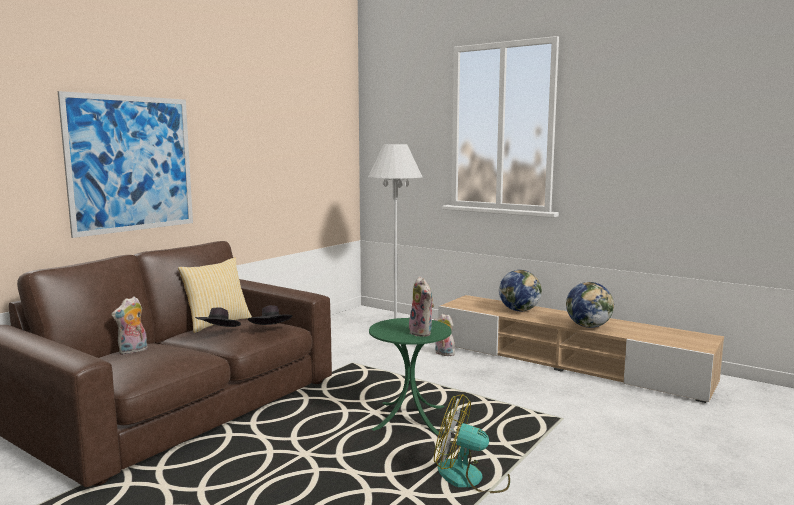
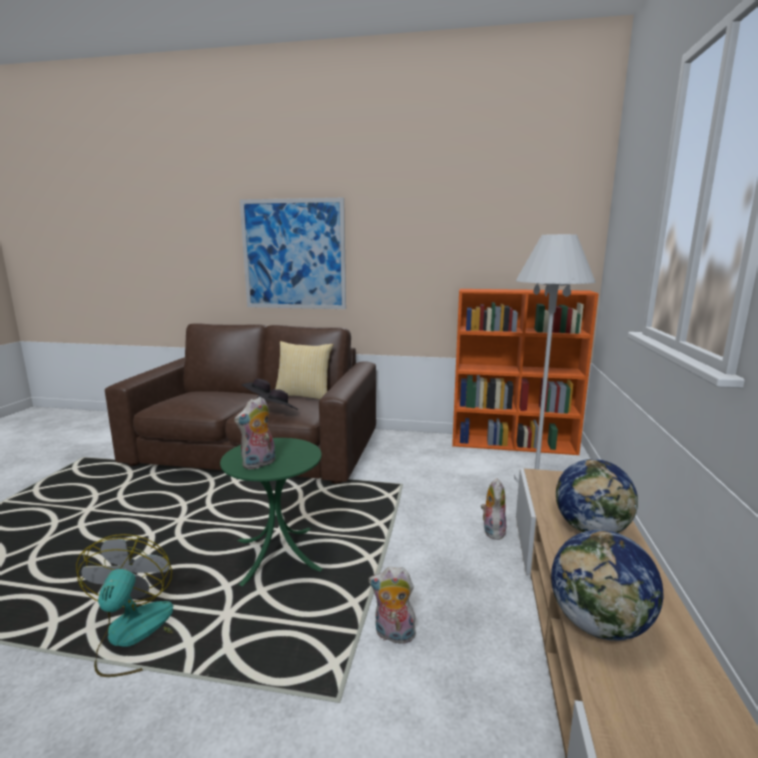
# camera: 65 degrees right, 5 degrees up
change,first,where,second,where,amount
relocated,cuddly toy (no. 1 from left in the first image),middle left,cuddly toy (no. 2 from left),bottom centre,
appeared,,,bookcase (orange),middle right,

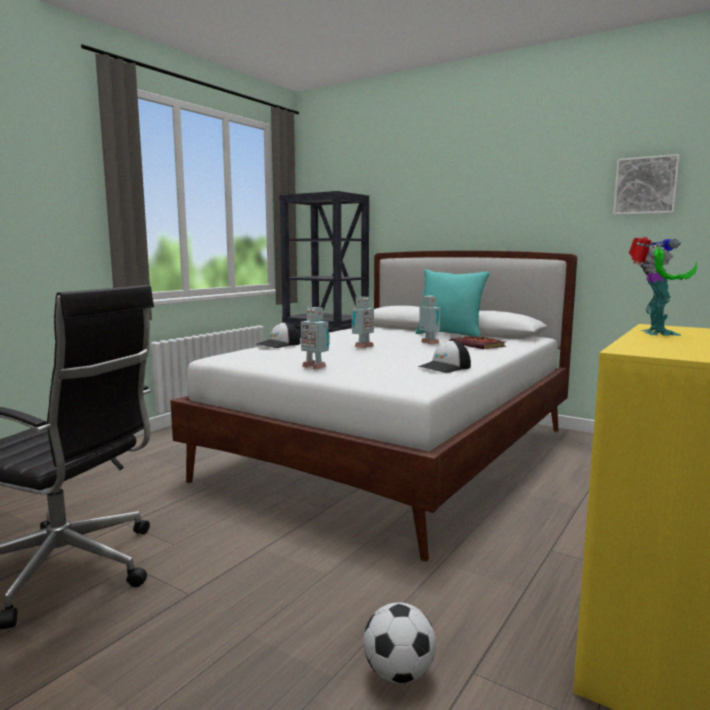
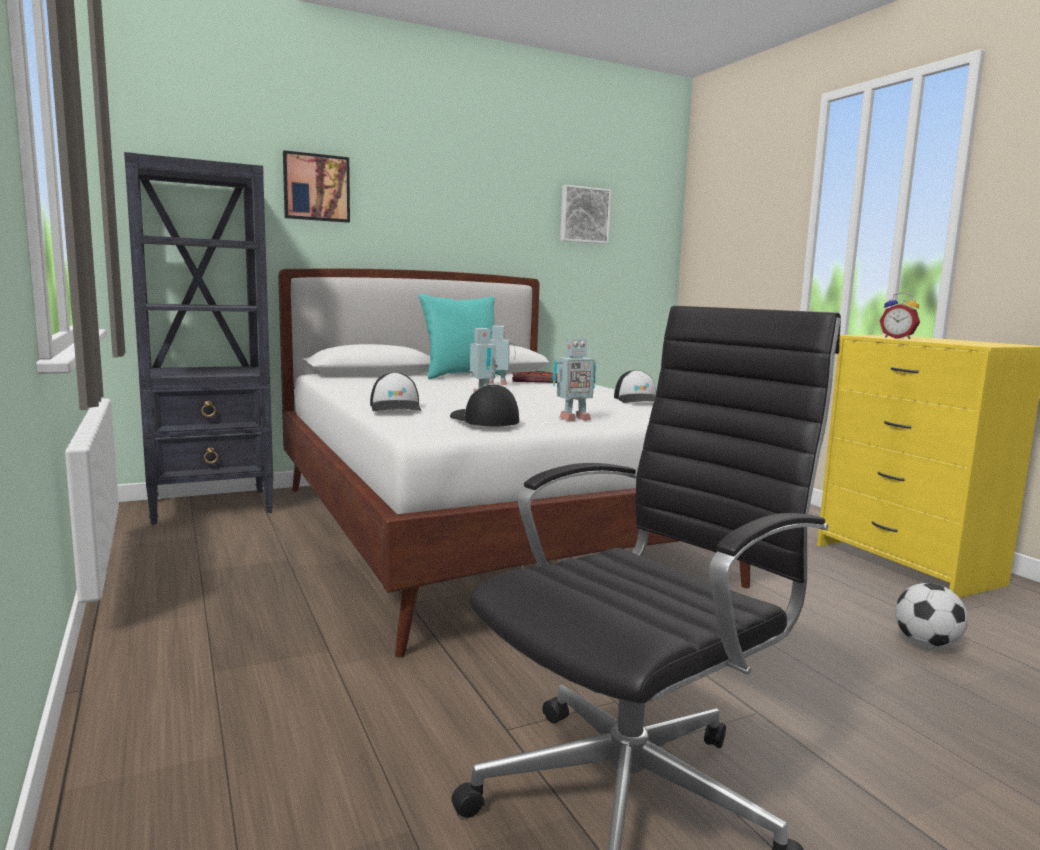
# camera: 60 degrees left, 0 degrees up
change,first,where,second,where,amount
exchanged,model robot (no. 4 from left),middle right,alarm clock,middle right,
appeared,,,wall picture (no. 1 from left),top left,
appeared,,,cap (no. 2 from left),centre,

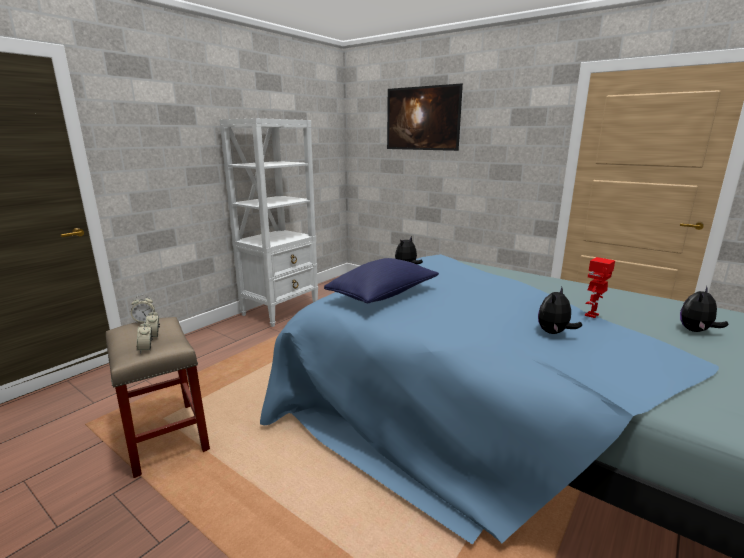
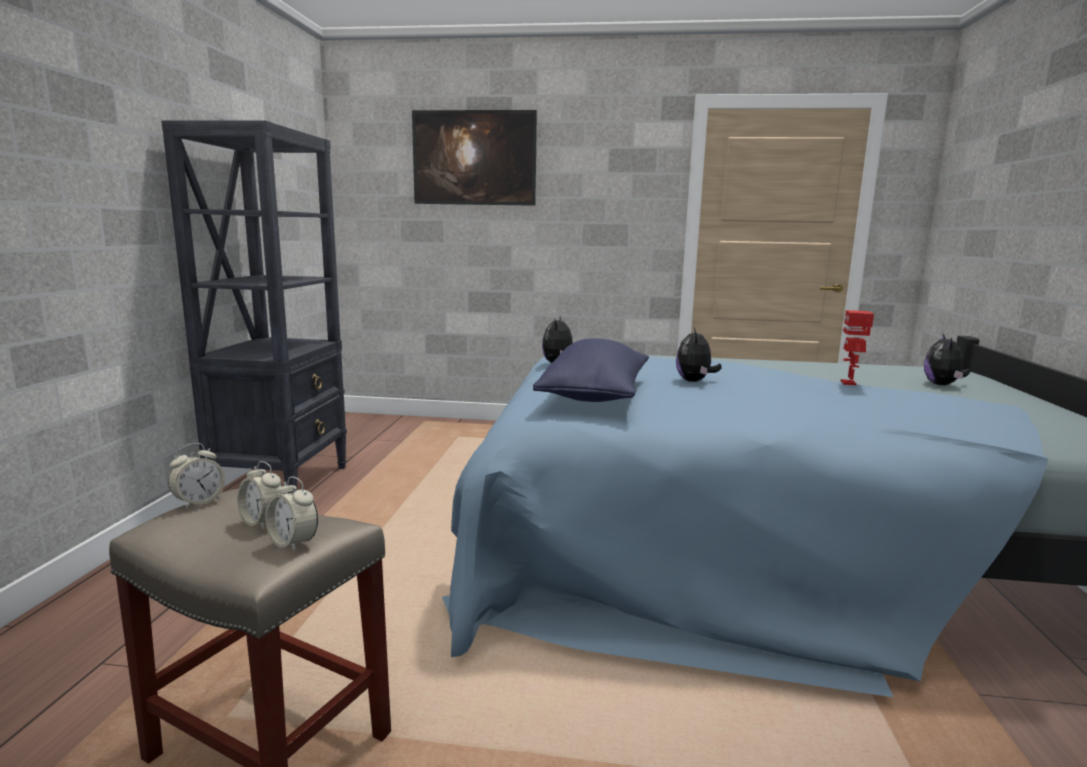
# camera: 30 degrees left, 5 degrees down
change,first,where,second,where,amount
colour,bookcase (white-coloured),centre,bookcase (black-coloured),middle left,
relocated,cuddly toy (no. 2 from left),middle right,,centre,

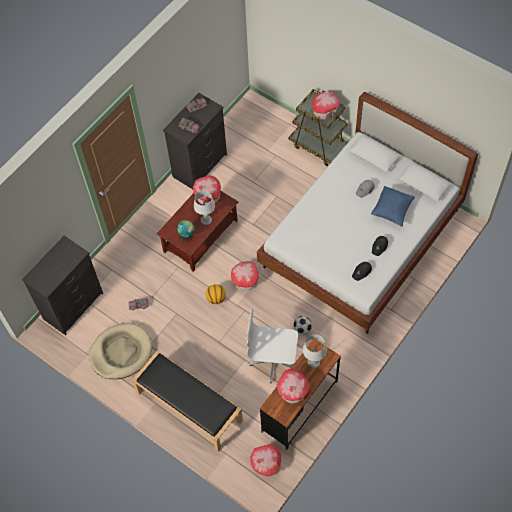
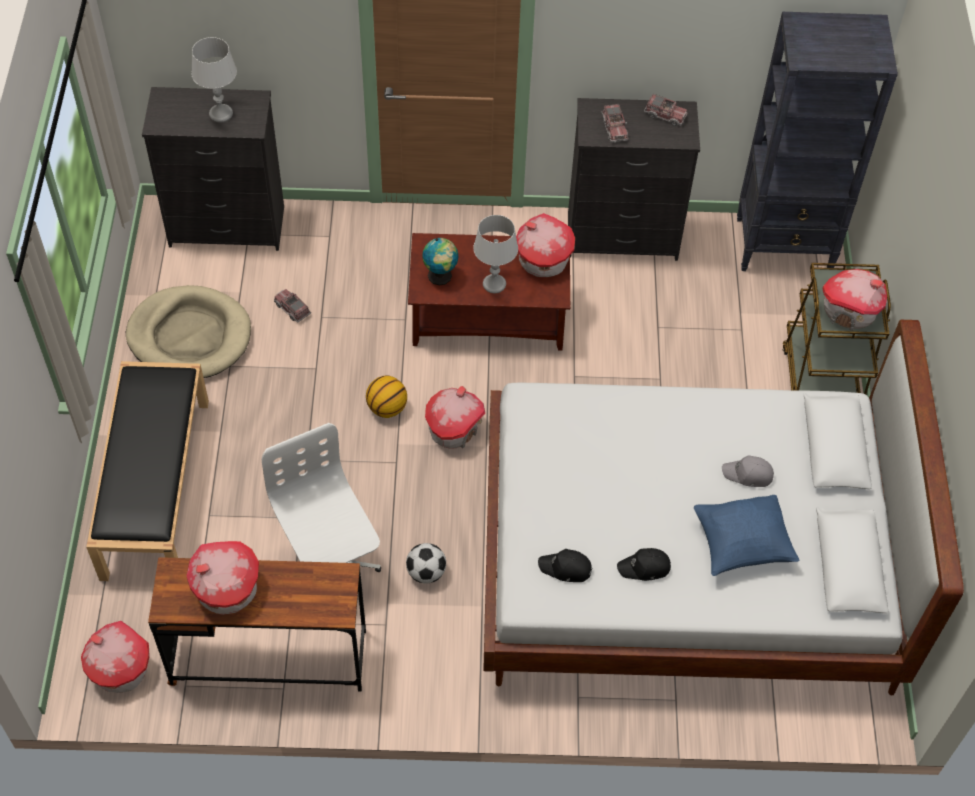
# camera: 50 degrees right, 5 degrees down
change,first,where,second,where,amount
relocated,table lamp (greyish) (no. 2 from left in the first image),bottom centre,table lamp (greyish) (no. 1 from left),top left,
appeared,,,bookcase (black-coloured),top right,

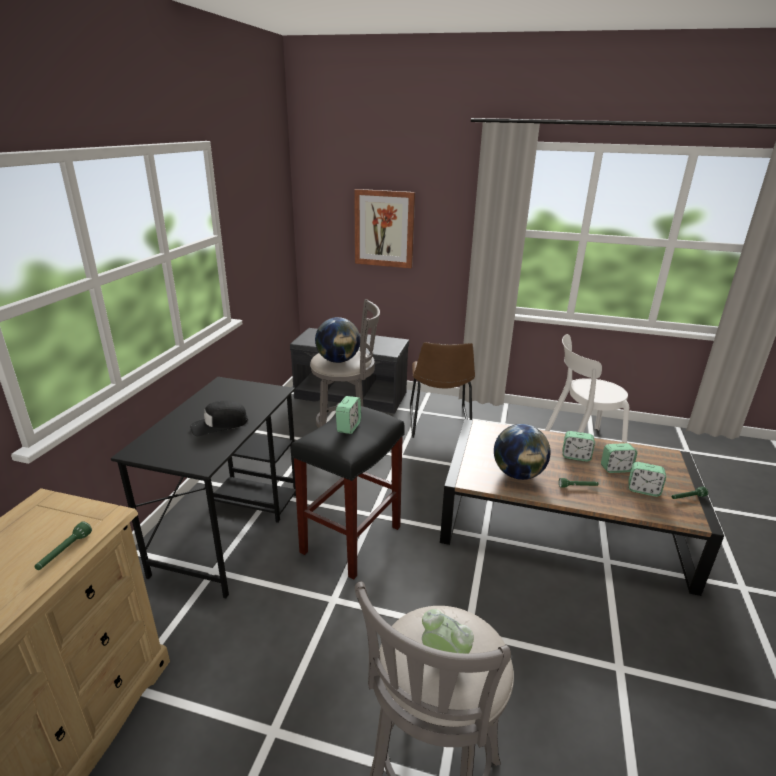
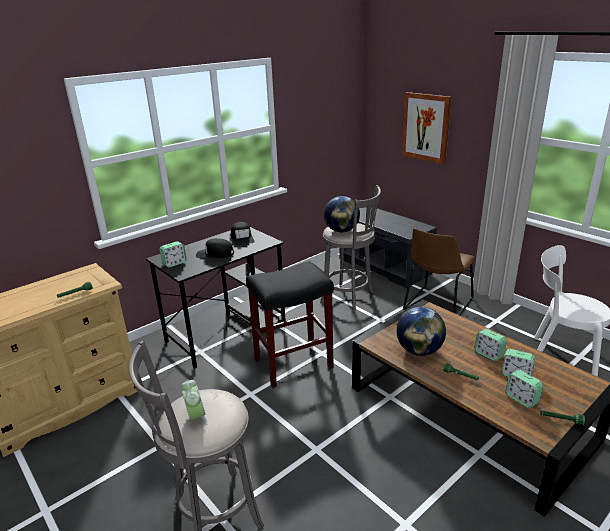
# camera: 35 degrees right, 0 degrees up
change,first,where,second,where,amount
relocated,alarm clock (no. 1 from left),centre,,middle left,
appeared,,,cap (black-coloured) (no. 2 from left),centre,

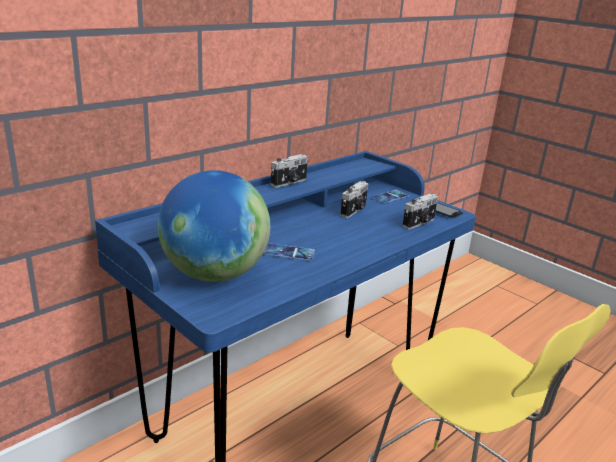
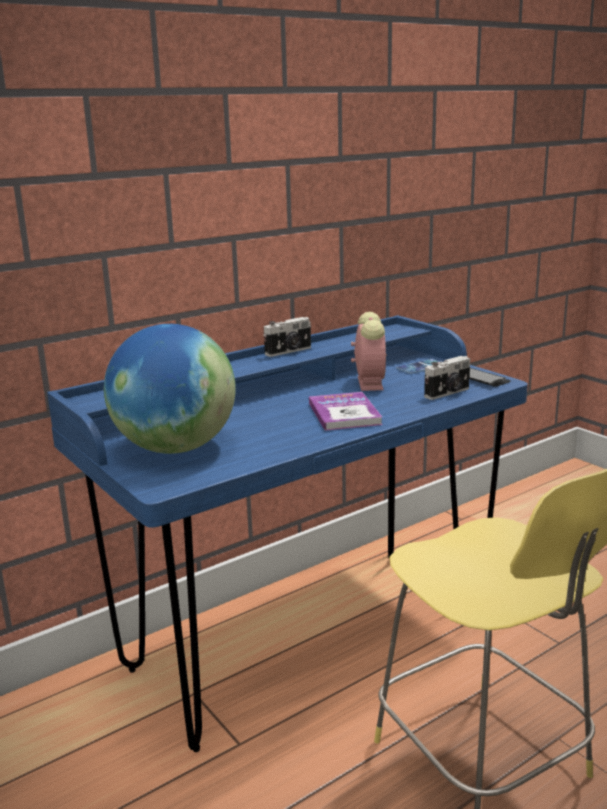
# camera: 10 degrees right, 5 degrees down
change,first,where,second,where,amount
missing,telephone (no. 1 from left),centre,,,
exchanged,still camera (no. 2 from left),centre,alarm clock,centre,
appeared,,,volume,centre,

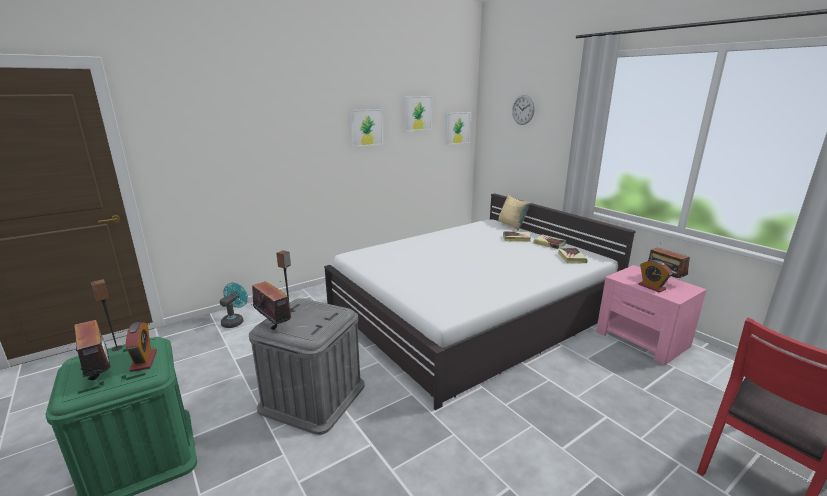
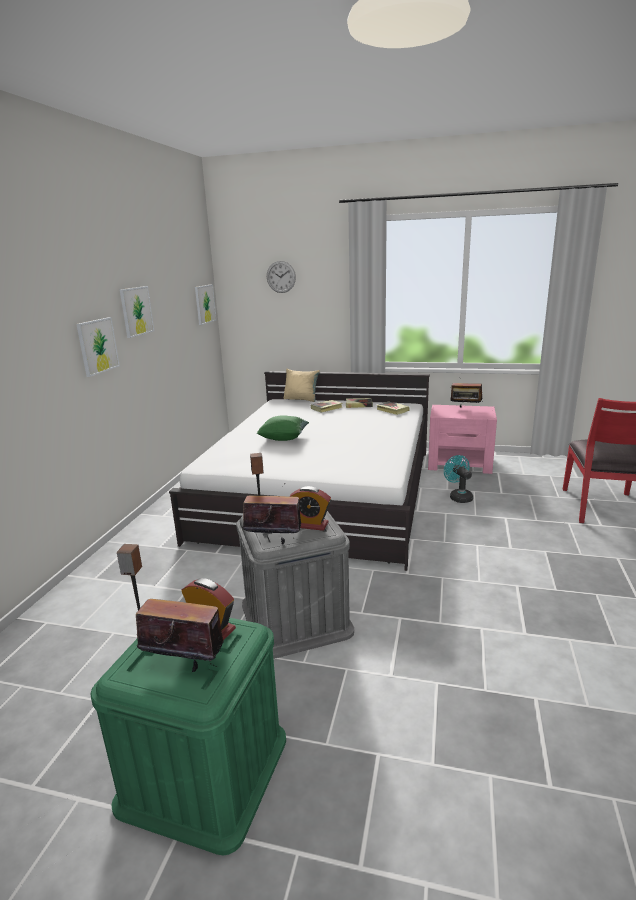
# camera: 40 degrees left, 0 degrees up
change,first,where,second,where,amount
relocated,electric fan (blue-green),middle left,,middle right,
relocated,wall picture (no. 2 from left in the first image),top centre,wall picture (no. 1 from left),middle left,
relocated,alarm clock (no. 2 from left),middle right,,centre,
appeared,,,cushion (greenish),centre,

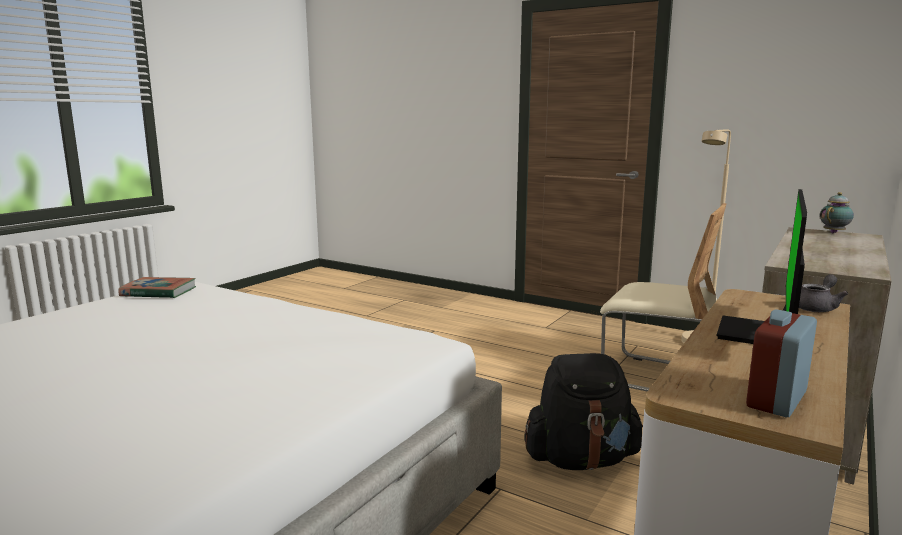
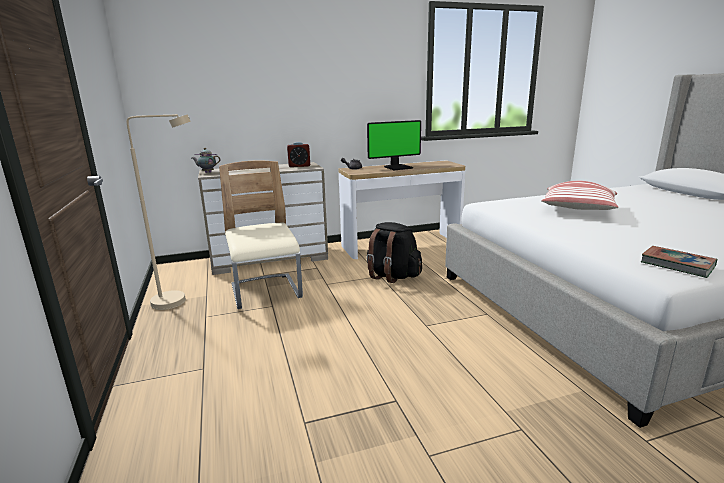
# camera: 140 degrees left, 5 degrees up
change,first,where,second,where,amount
relocated,alarm clock,bottom right,,top centre,
appeared,,,cushion,middle right,

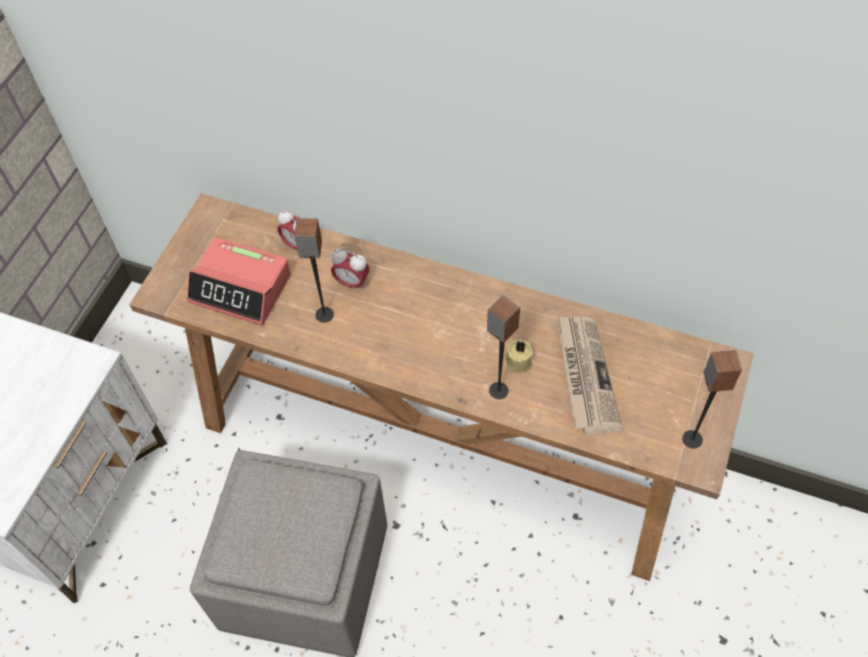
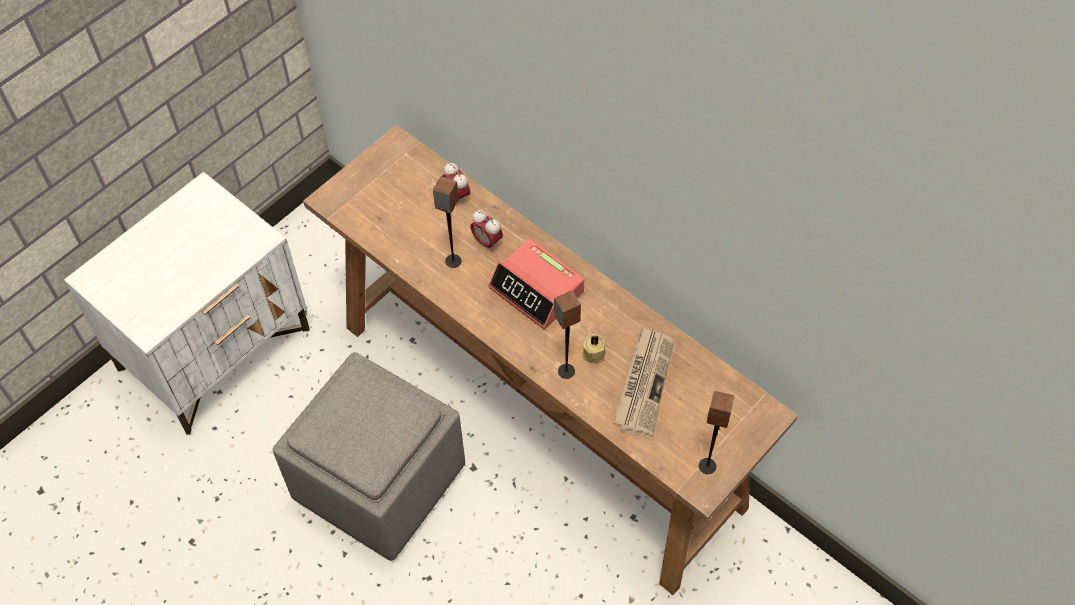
# camera: 20 degrees right, 0 degrees up
change,first,where,second,where,amount
relocated,alarm clock (no. 1 from left in the first image),middle left,alarm clock (no. 3 from left),centre,

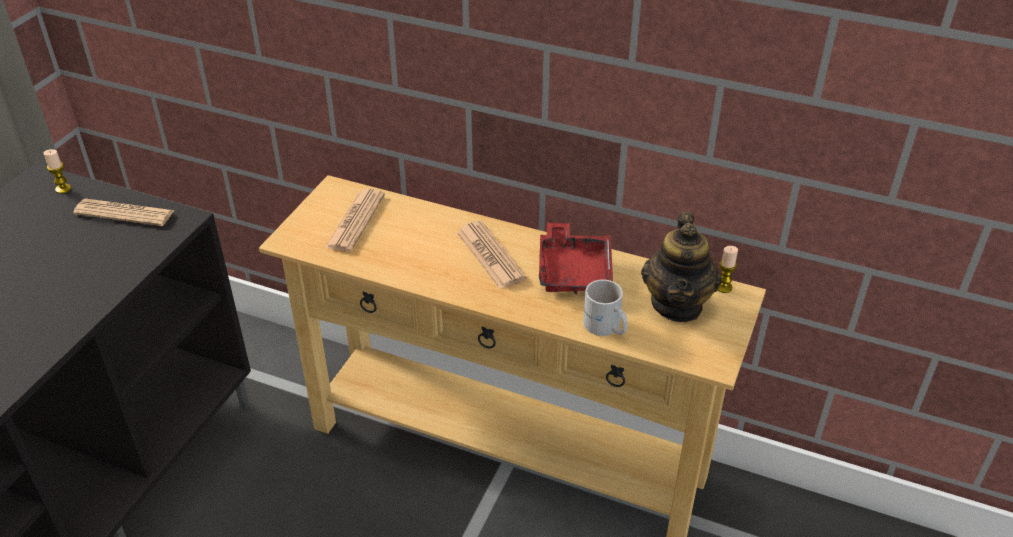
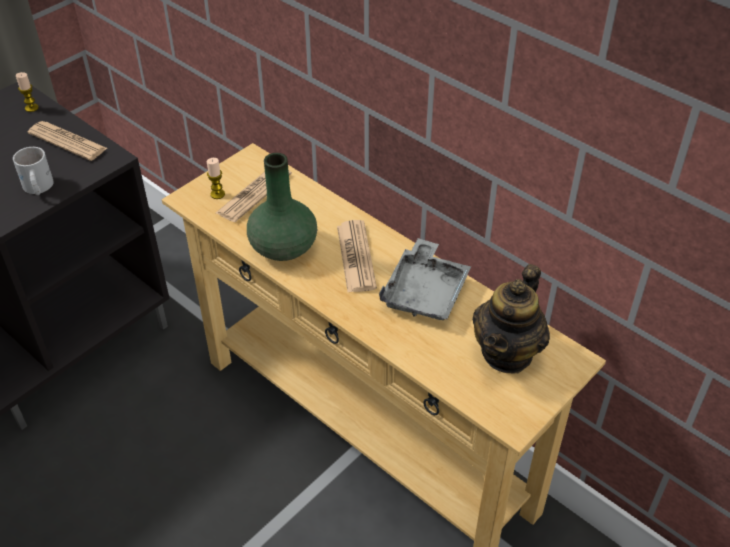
# camera: 20 degrees right, 5 degrees up
change,first,where,second,where,amount
colour,carrying tray (red),centre,carrying tray (greyish),centre,
relocated,coffee mug (white-coloured),centre,,top left,
relocated,wax light (no. 2 from left),middle right,,top left,
appeared,,,decorative vase (greenish),centre,

